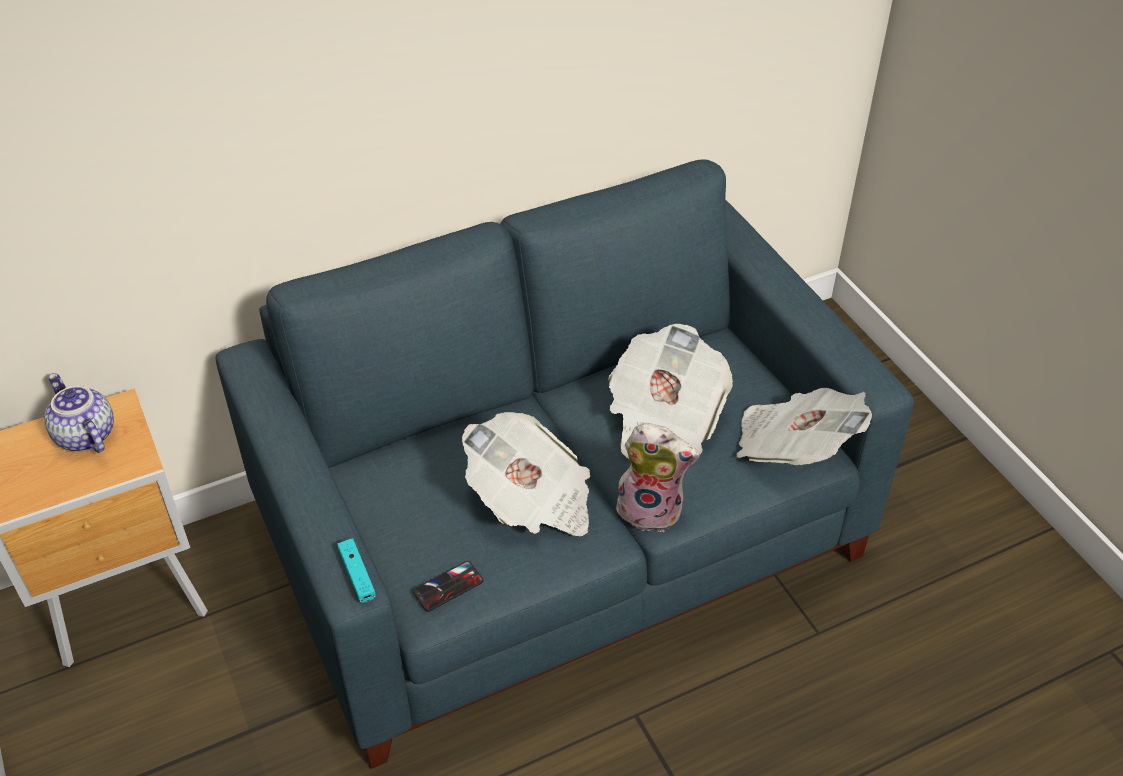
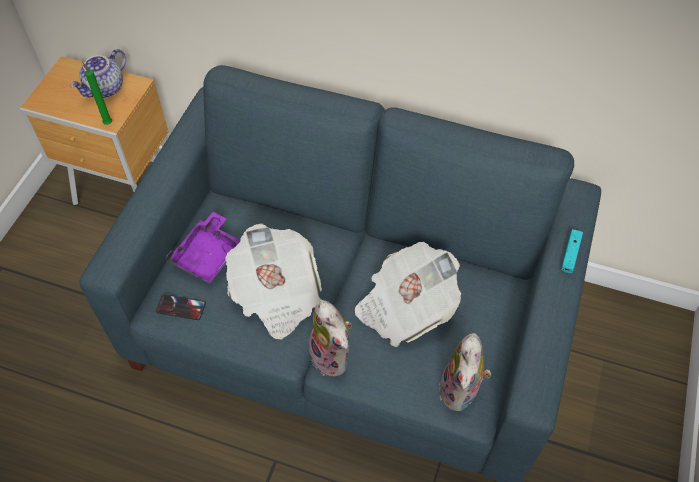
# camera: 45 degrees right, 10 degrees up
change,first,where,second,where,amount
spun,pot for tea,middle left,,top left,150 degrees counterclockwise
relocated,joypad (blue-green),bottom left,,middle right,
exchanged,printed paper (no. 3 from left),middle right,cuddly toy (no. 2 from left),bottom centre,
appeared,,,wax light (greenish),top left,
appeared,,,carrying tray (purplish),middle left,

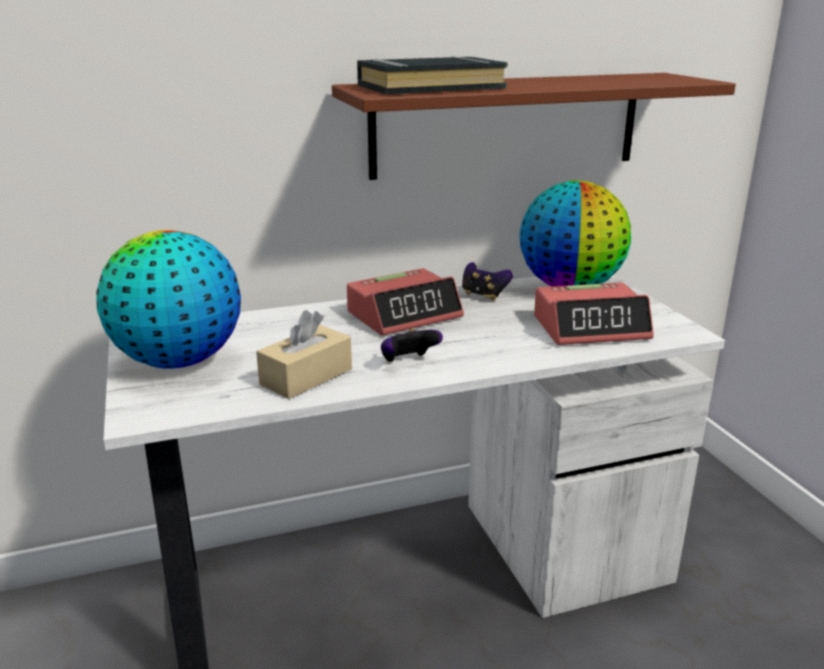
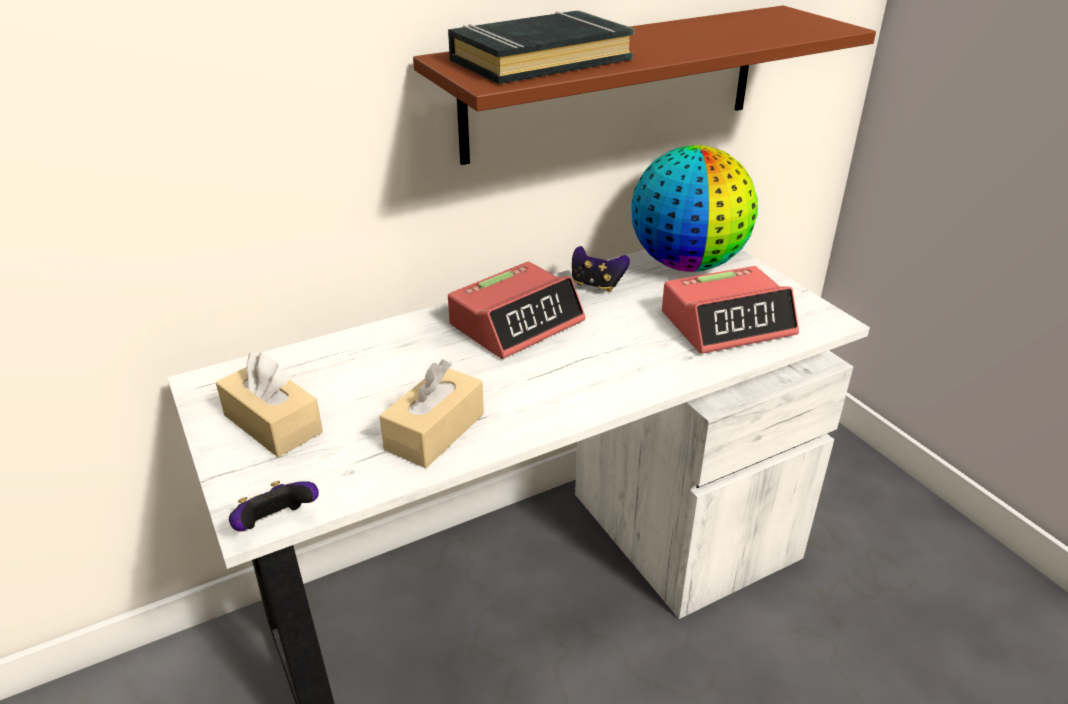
# camera: 10 degrees left, 10 degrees up
change,first,where,second,where,amount
exchanged,desk globe (no. 1 from left),middle left,tissue holder (sand-coloured) (no. 1 from left),middle left,
relocated,joypad (no. 1 from left),centre,,bottom left,

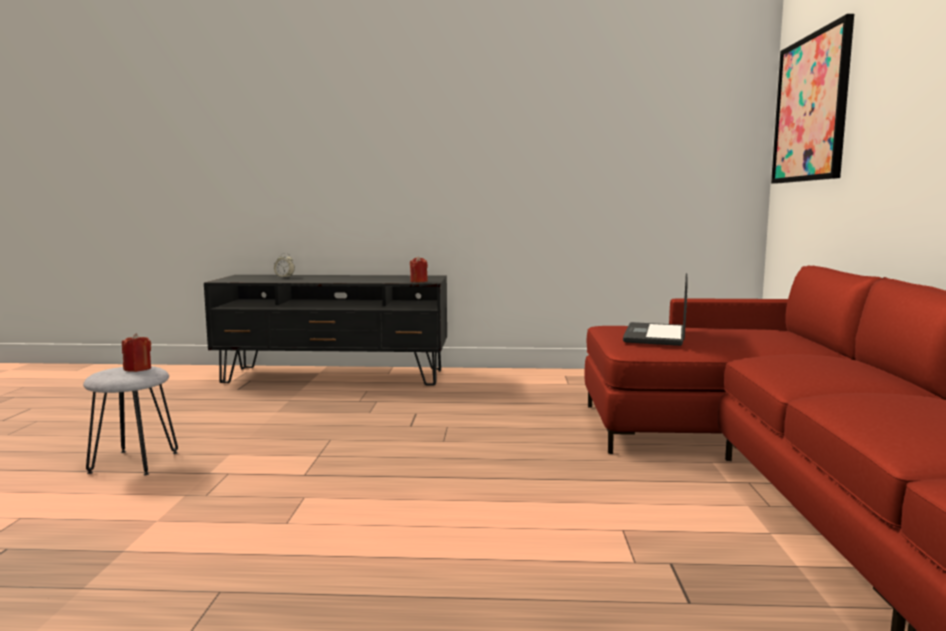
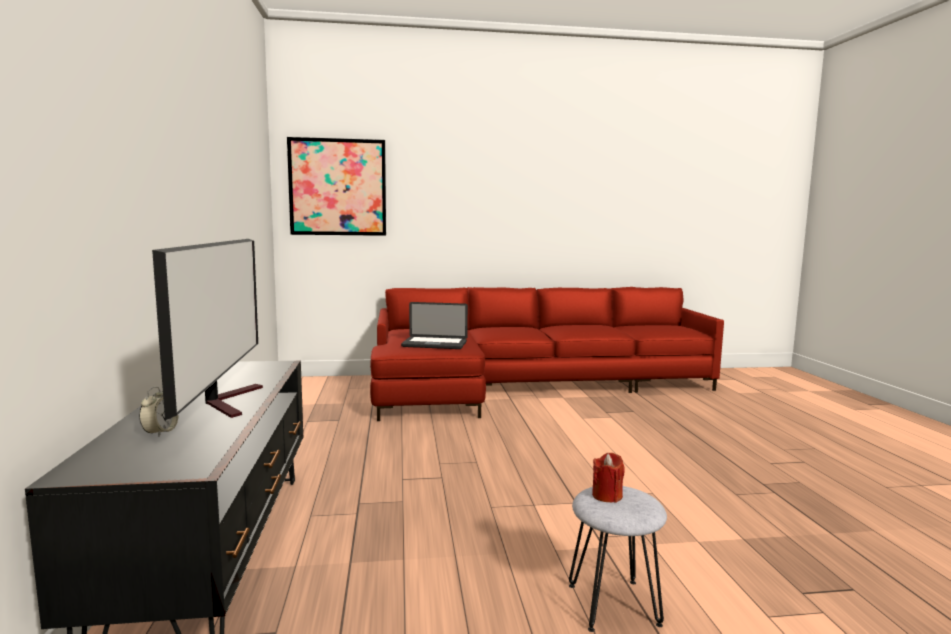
# camera: 100 degrees left, 0 degrees up
change,first,where,second,where,amount
missing,wax light (red) (no. 2 from left),centre,,,
appeared,,,television,middle left,

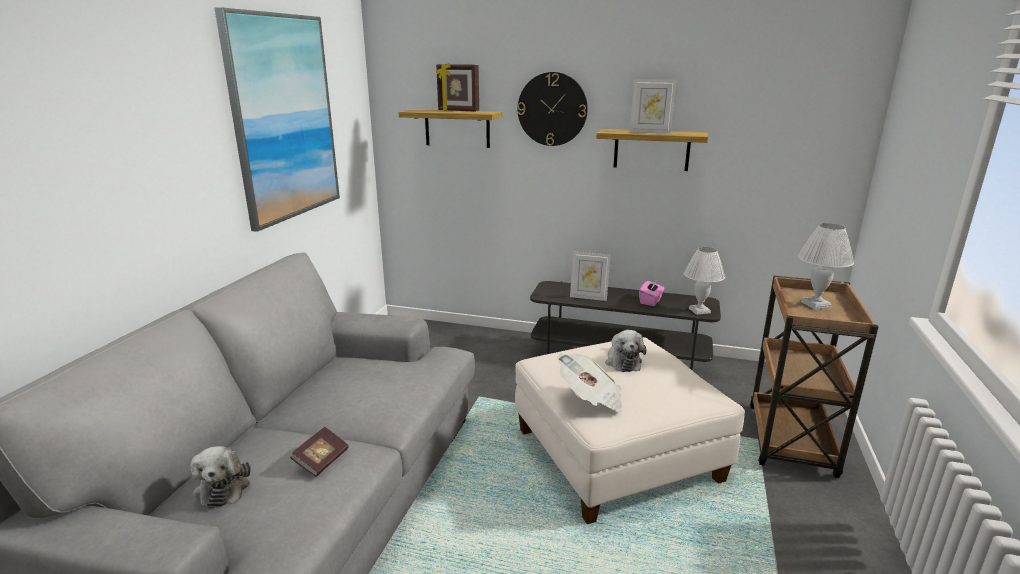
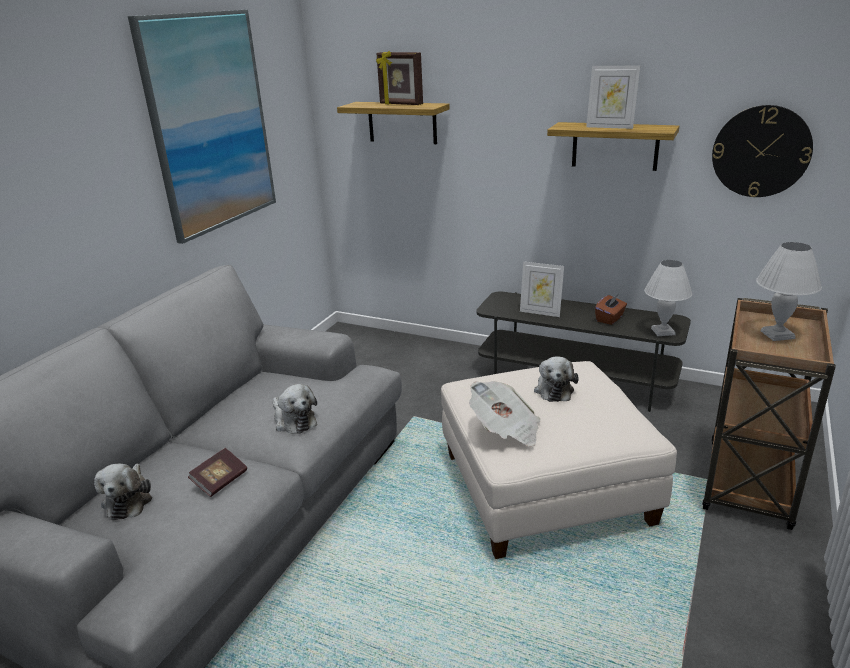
# camera: 10 degrees right, 5 degrees up
change,first,where,second,where,amount
relocated,hanging clock,top centre,,top right,
colour,tissue holder (pinkish),centre,tissue holder (brown),middle right,
appeared,,,cuddly toy (no. 2 from left),centre,

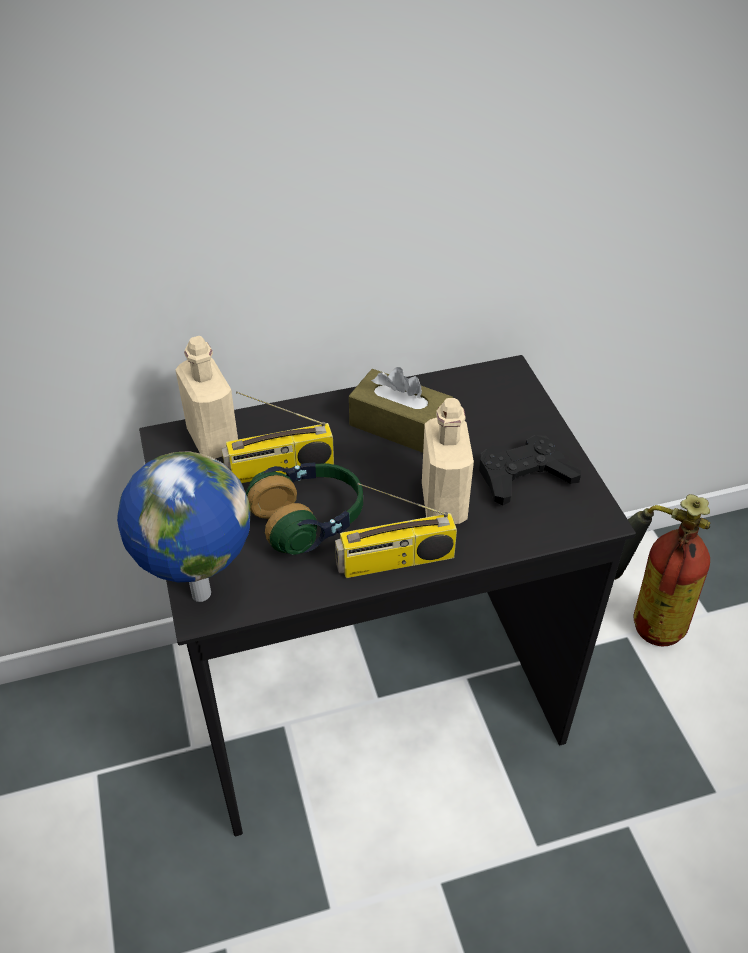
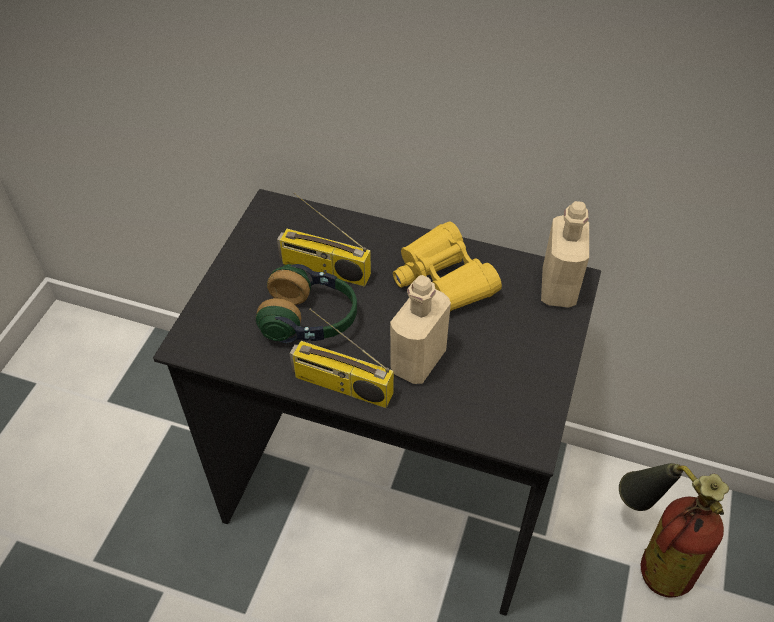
# camera: 35 degrees right, 5 degrees up
change,first,where,second,where,amount
missing,desk globe,middle left,,,
relocated,bottle (sand-coloured) (no. 1 from left in the first image),middle left,bottle (sand-coloured) (no. 2 from left),middle right,
exchanged,tissue holder (brown),centre,pair of binoculars (yellow-coloured),centre,
missing,joypad (black-coloured),middle right,,,

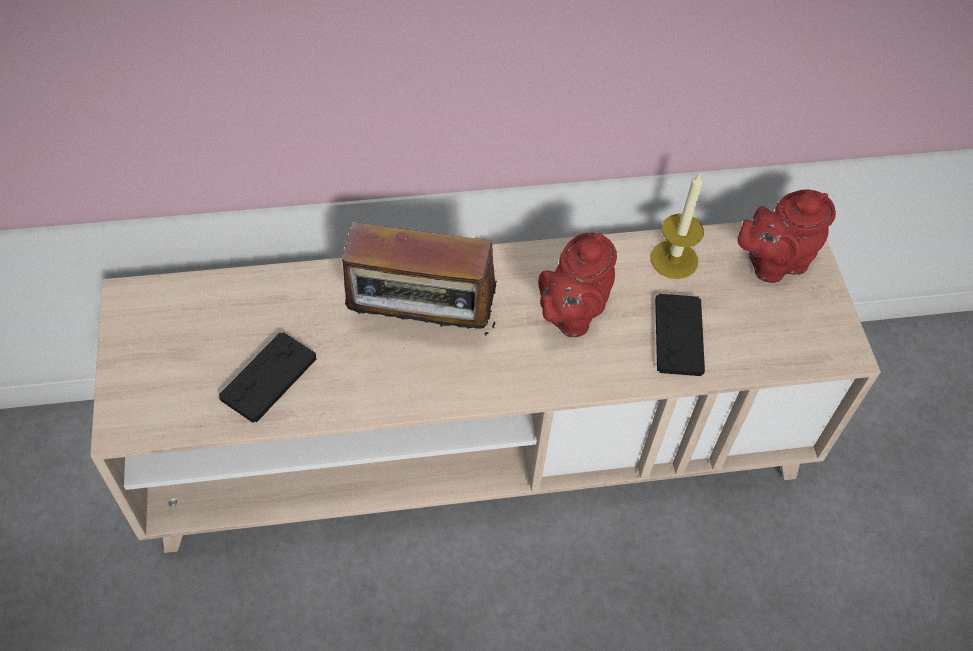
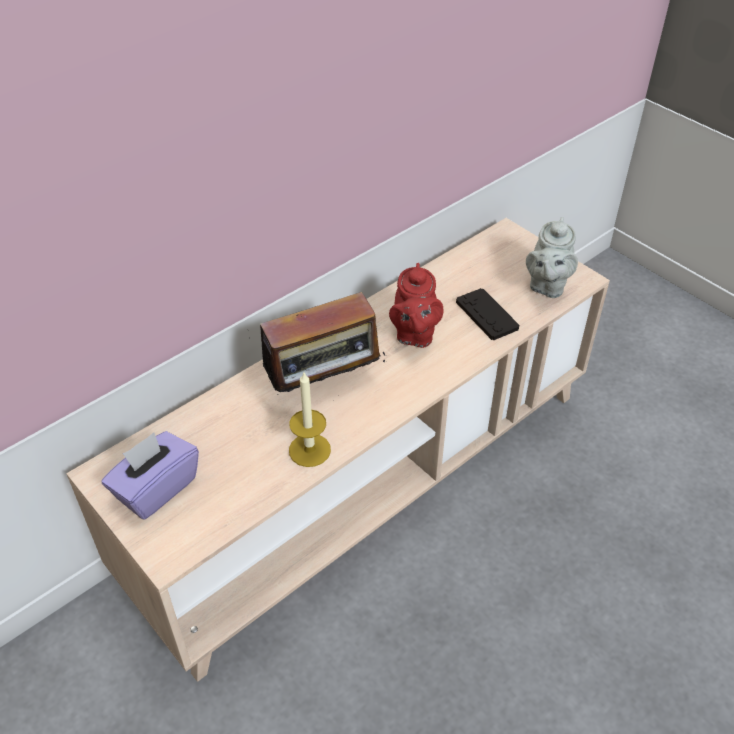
# camera: 30 degrees left, 10 degrees down
change,first,where,second,where,amount
missing,joypad (black-coloured) (no. 1 from left),middle left,,,
relocated,wax light,middle right,,centre,
missing,pot for tea (red) (no. 2 from left),middle right,,,
appeared,,,tissue holder (purplish),middle left,
appeared,,,pot for tea (greyish),middle right,

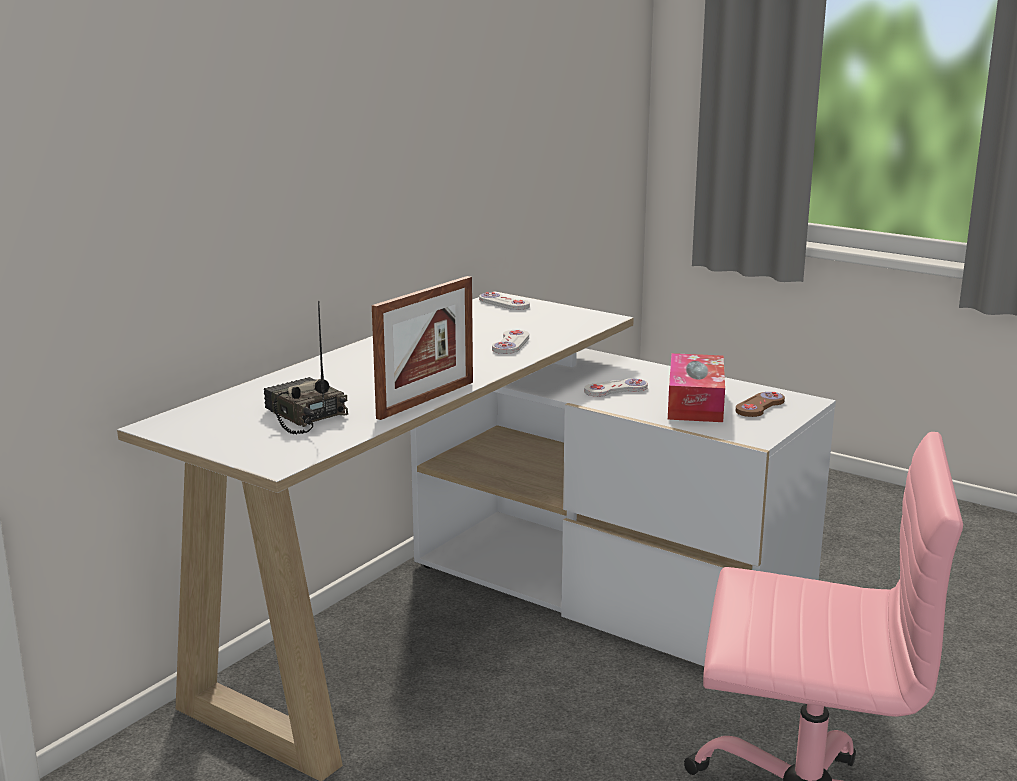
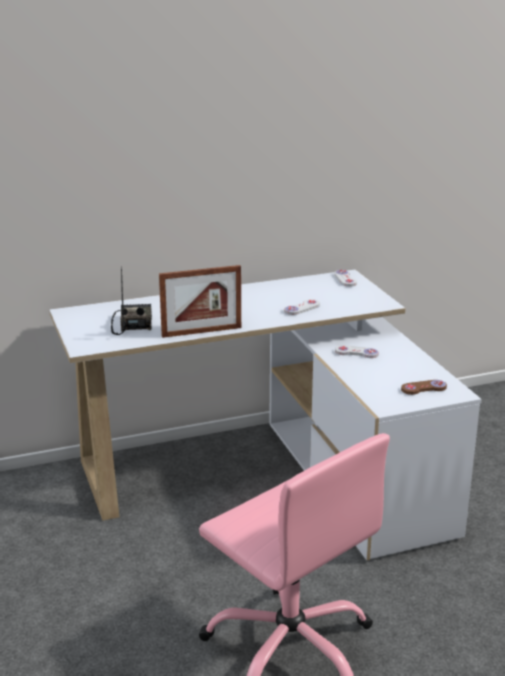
# camera: 35 degrees right, 5 degrees up
change,first,where,second,where,amount
missing,tissue holder,middle right,,,

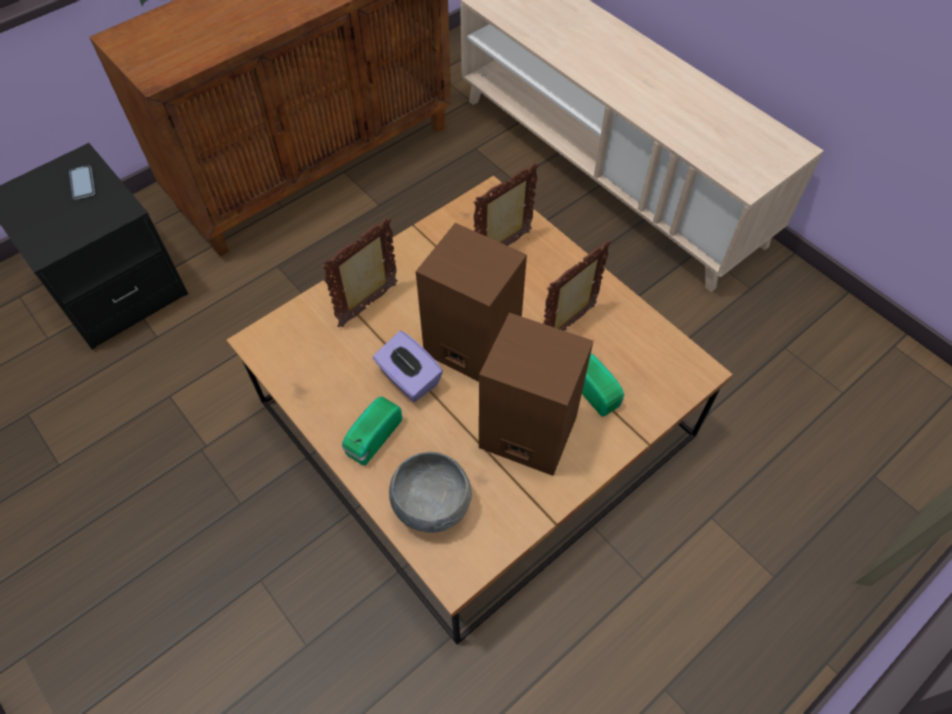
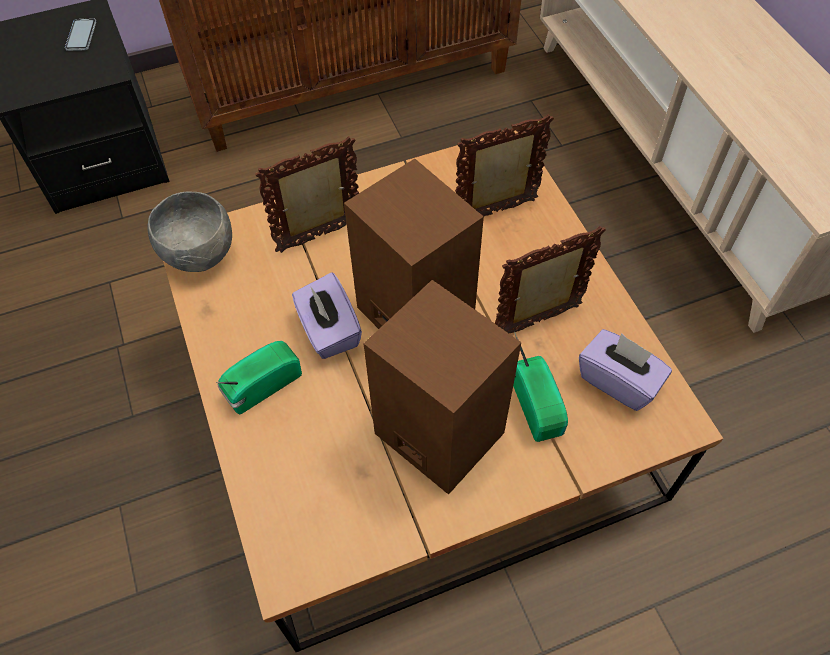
# camera: 20 degrees right, 0 degrees up
change,first,where,second,where,amount
relocated,deep dish (greyish),bottom centre,,middle left,
appeared,,,tissue holder (purplish) (no. 2 from left),middle right,

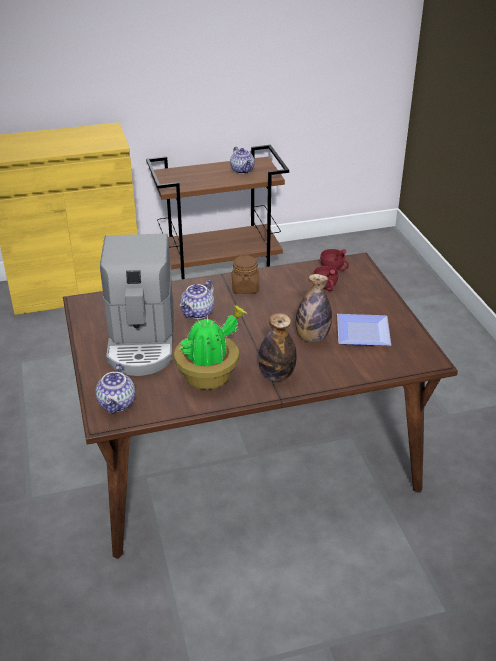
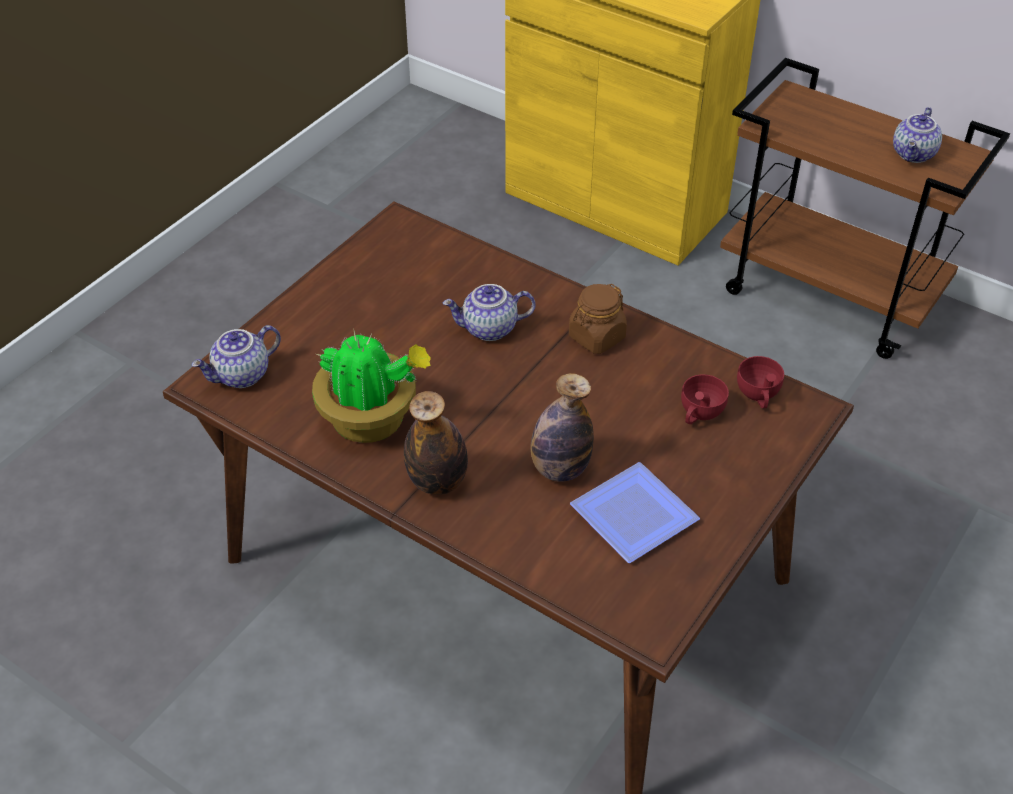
# camera: 50 degrees right, 10 degrees up
change,first,where,second,where,amount
missing,coffee machine,middle left,,,

